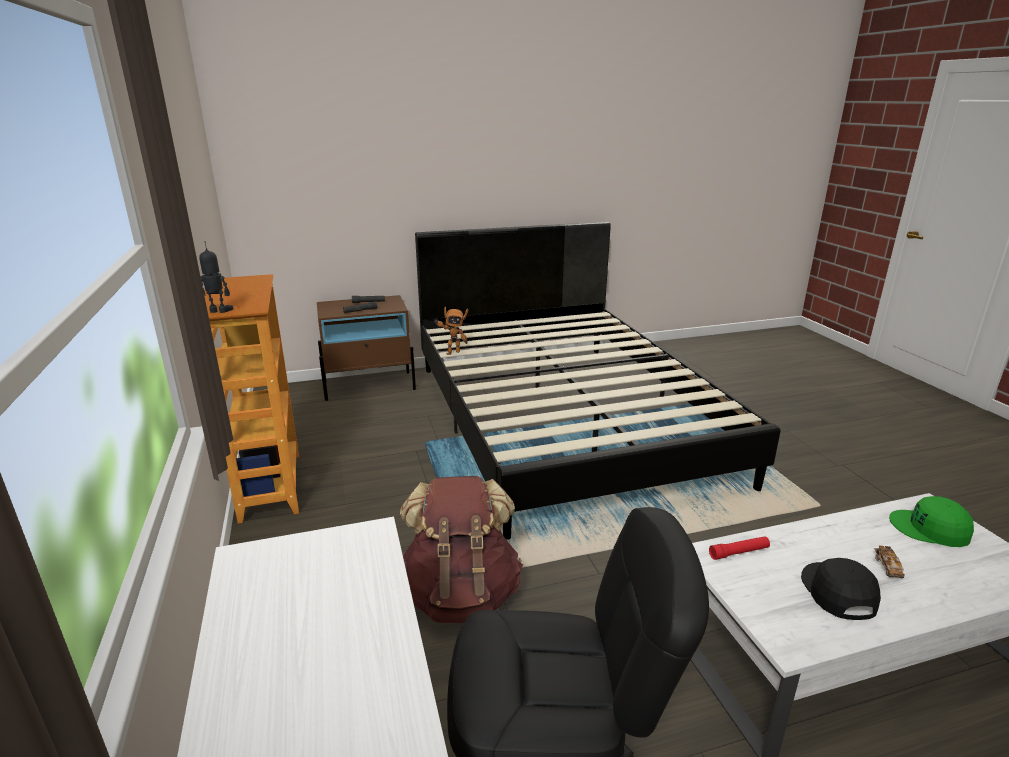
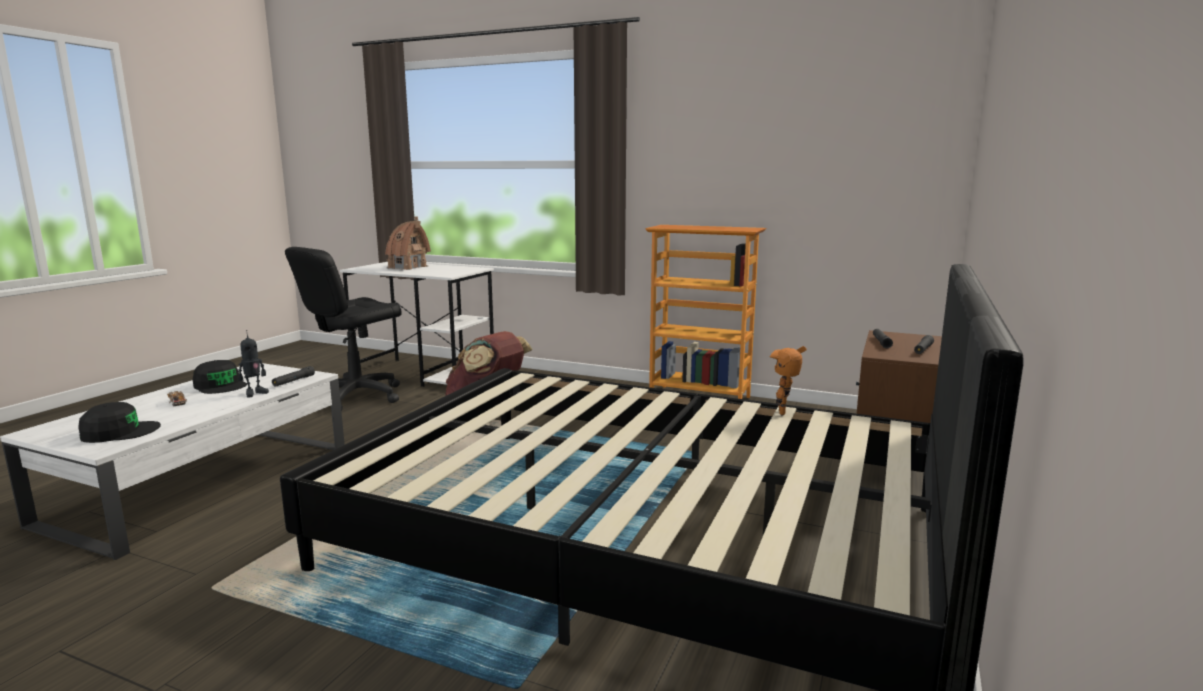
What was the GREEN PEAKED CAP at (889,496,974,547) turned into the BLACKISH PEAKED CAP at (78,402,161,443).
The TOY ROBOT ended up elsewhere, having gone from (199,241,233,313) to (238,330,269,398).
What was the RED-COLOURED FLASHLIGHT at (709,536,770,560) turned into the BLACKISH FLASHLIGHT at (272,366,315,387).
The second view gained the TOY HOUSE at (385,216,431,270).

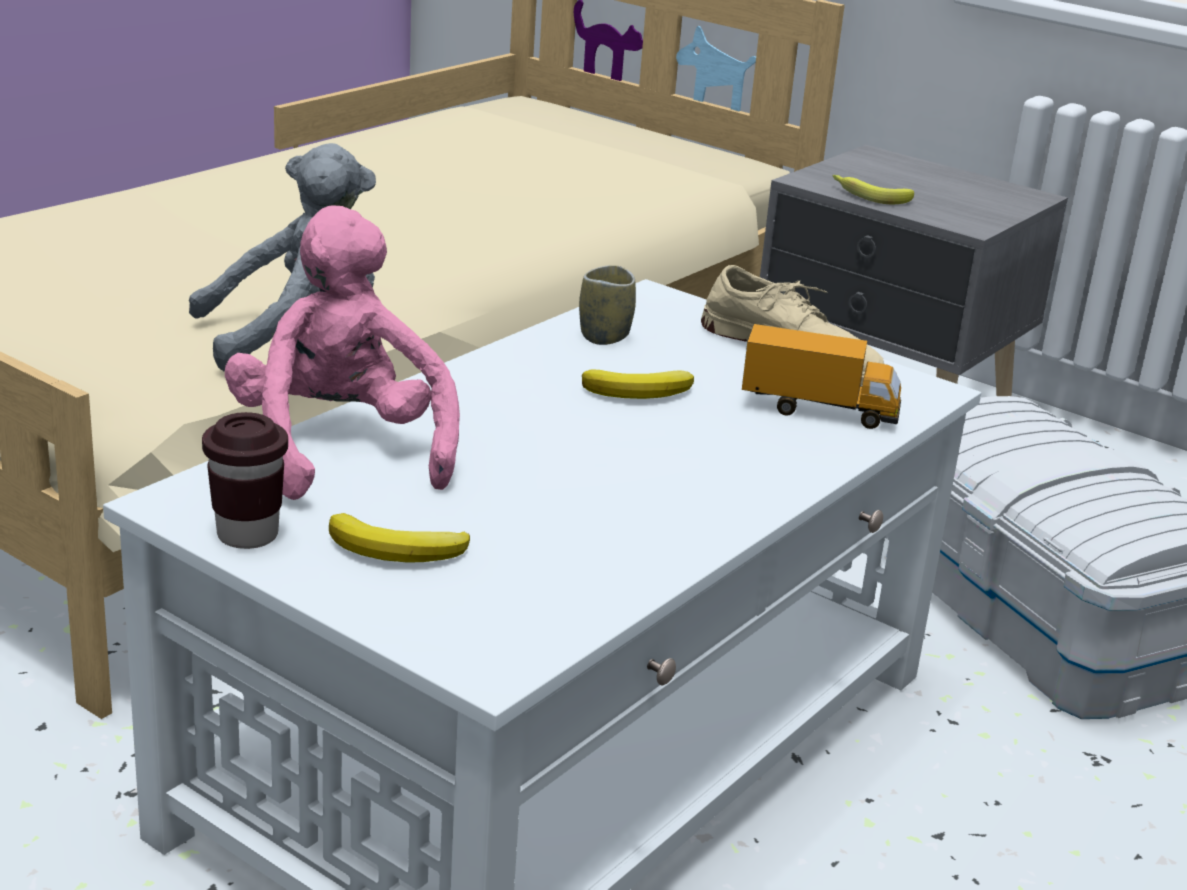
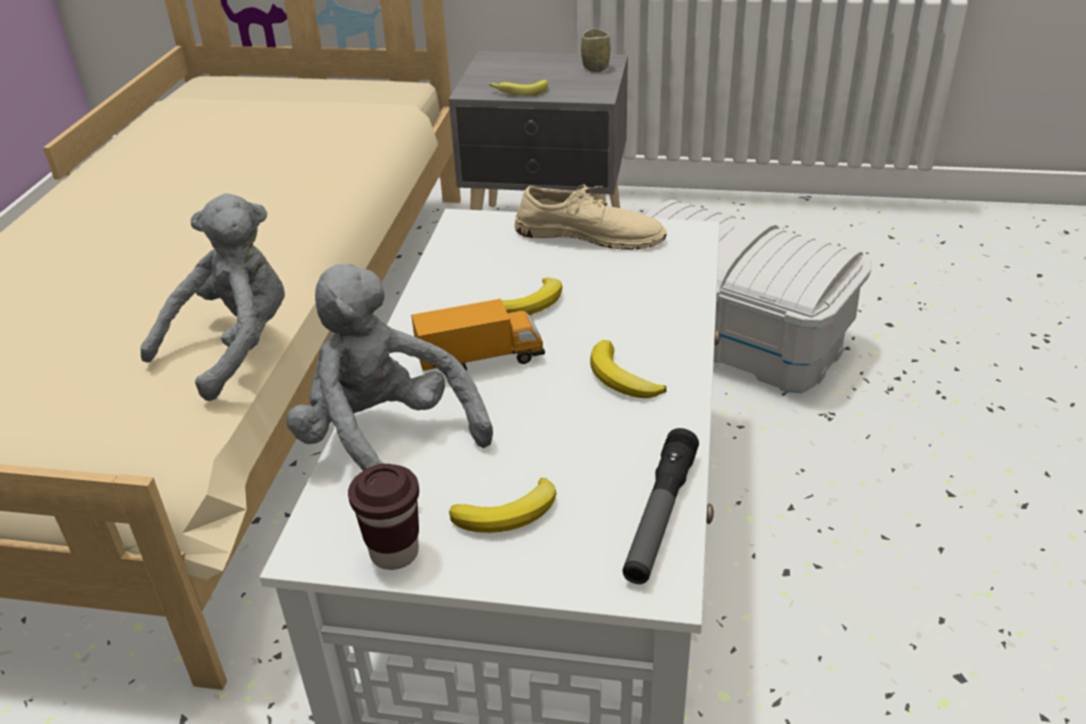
What was the PINK-COLOURED CUDDLY TOY at (225,205,460,500) turned into the GREY CUDDLY TOY at (286,264,493,471).
The MODEL TRUCK ended up elsewhere, having gone from (742,324,901,429) to (411,299,545,371).
The SMALL CUP ended up elsewhere, having gone from (579,265,636,345) to (581,29,610,72).
The second view gained the BANANA FRUIT at (590,340,666,398).
The second view gained the FLASHLIGHT at (622,428,699,584).

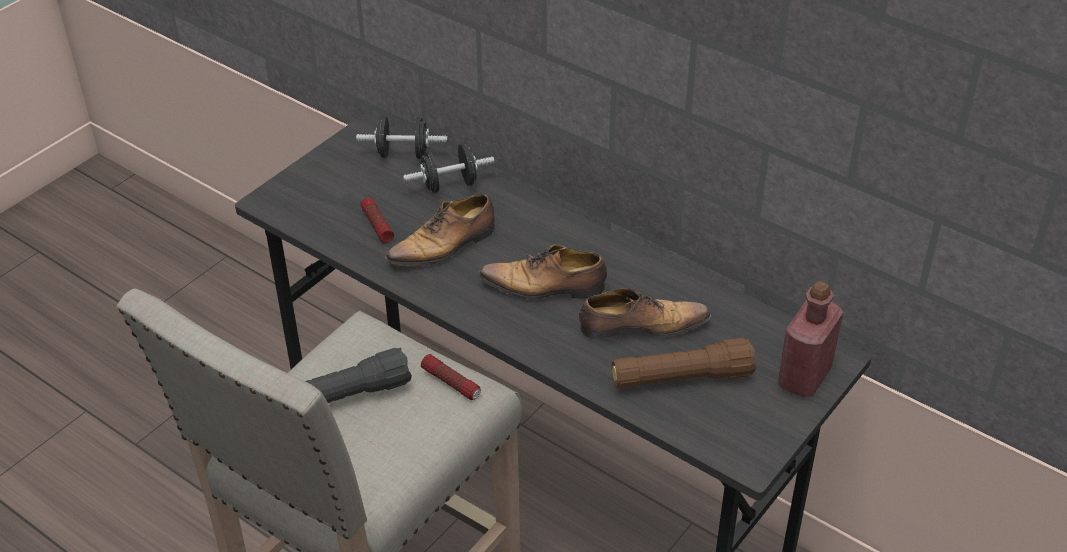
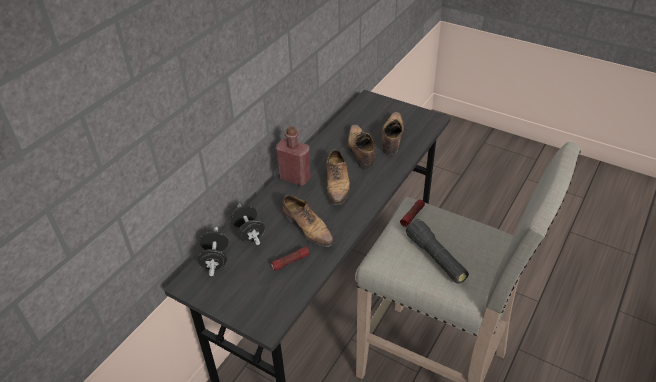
The RED-COLOURED BEVERAGE BOTTLE ended up elsewhere, having gone from (778,281,843,397) to (276,126,311,186).
Where the BROWN FLASHLIGHT stood at (612,338,756,388), the ITEM OF FOOTWEAR came to stand at (382,112,404,155).

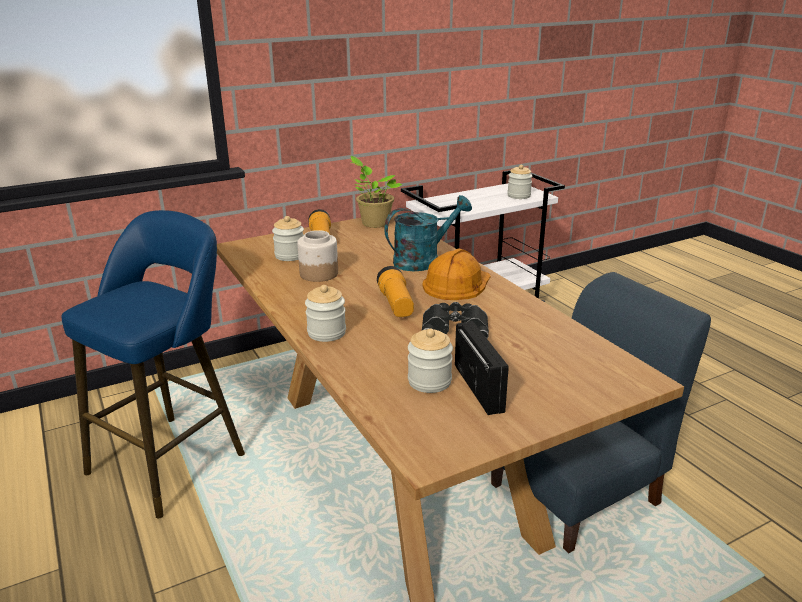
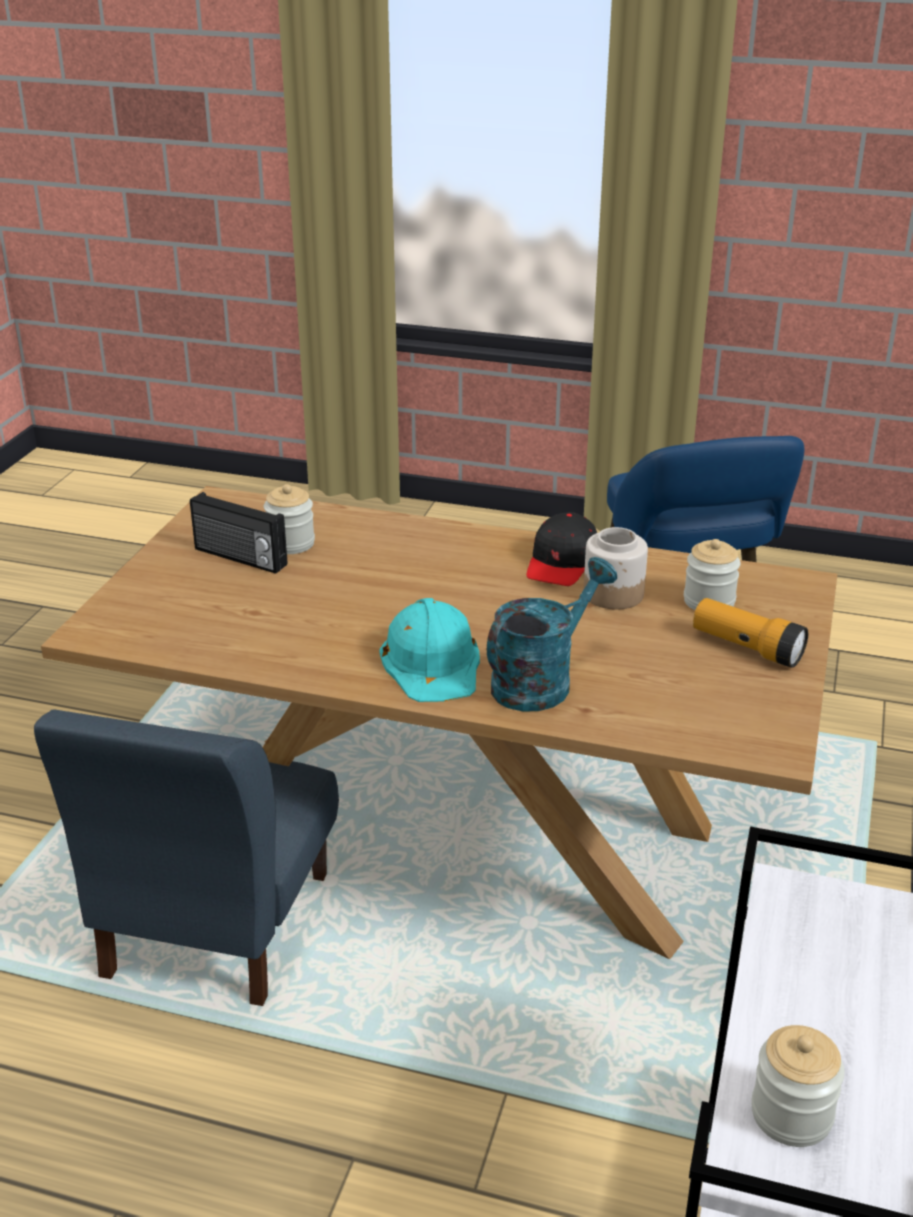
What was the ORANGE WORK HELMET at (422,249,491,300) turned into the BLUE-GREEN WORK HELMET at (379,598,480,702).
The BLUE-GREEN WATERING POT at (384,195,472,271) ended up facing another way, 150 degrees counterclockwise from before.
The second view gained the BLACKISH PEAKED CAP at (526,512,597,586).
The second view lost the PRESERVE JAR at (305,285,346,342).
The second view lost the POTTED PLANT at (350,156,403,228).
The second view lost the FLASHLIGHT at (377,266,414,317).
The second view lost the BLACKISH FIELD GLASSES at (422,302,489,338).

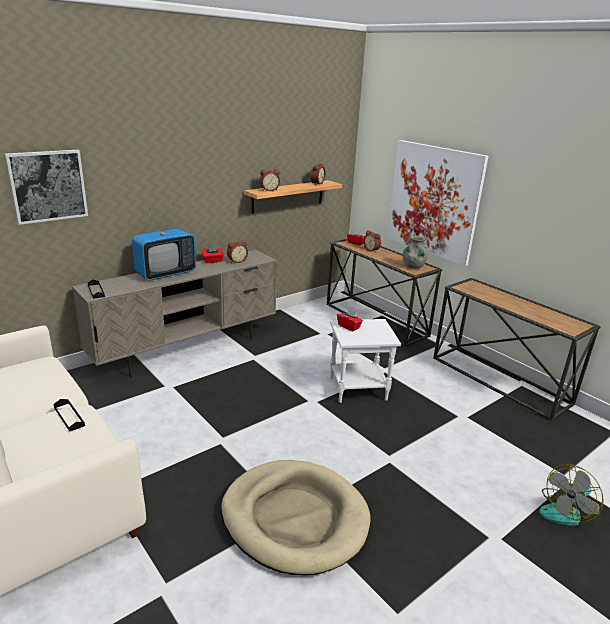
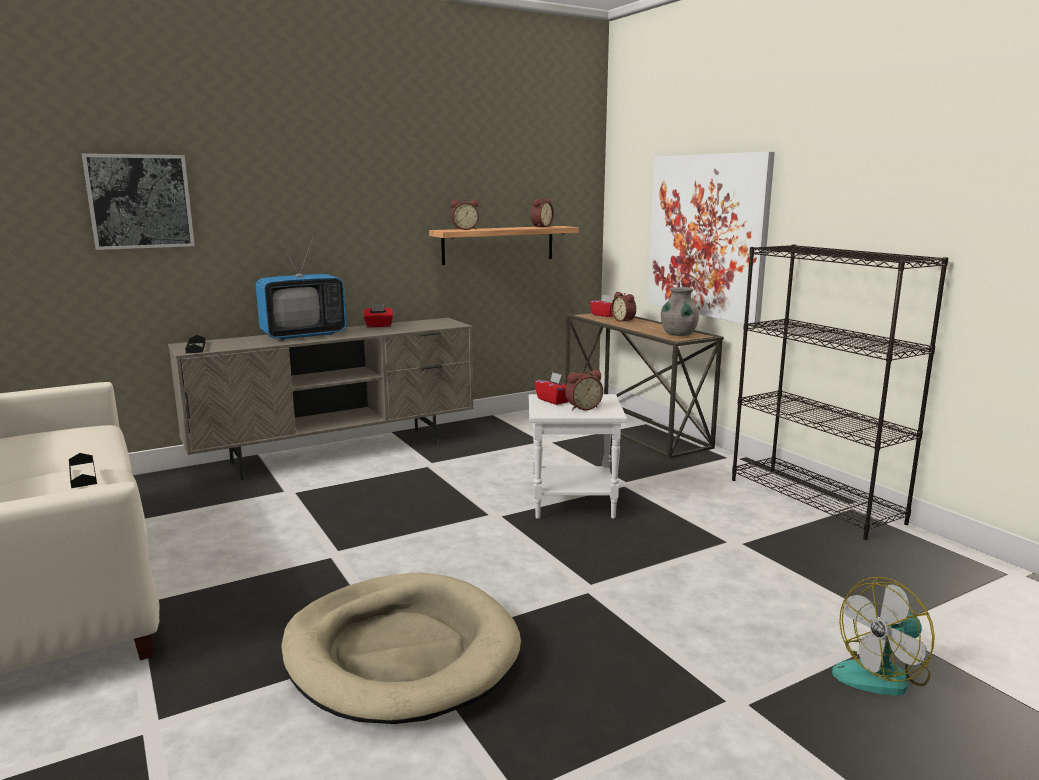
The ALARM CLOCK ended up elsewhere, having gone from (227,240,248,263) to (565,370,603,411).
Where the NARROW TABLE stood at (433,278,601,421), the BLACKISH BOOKCASE came to stand at (732,244,948,540).

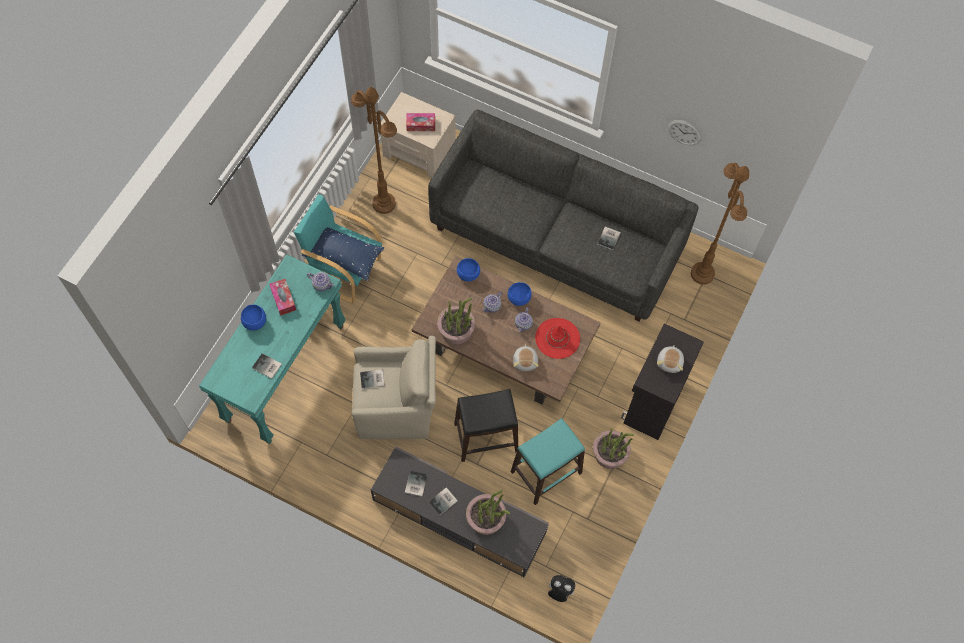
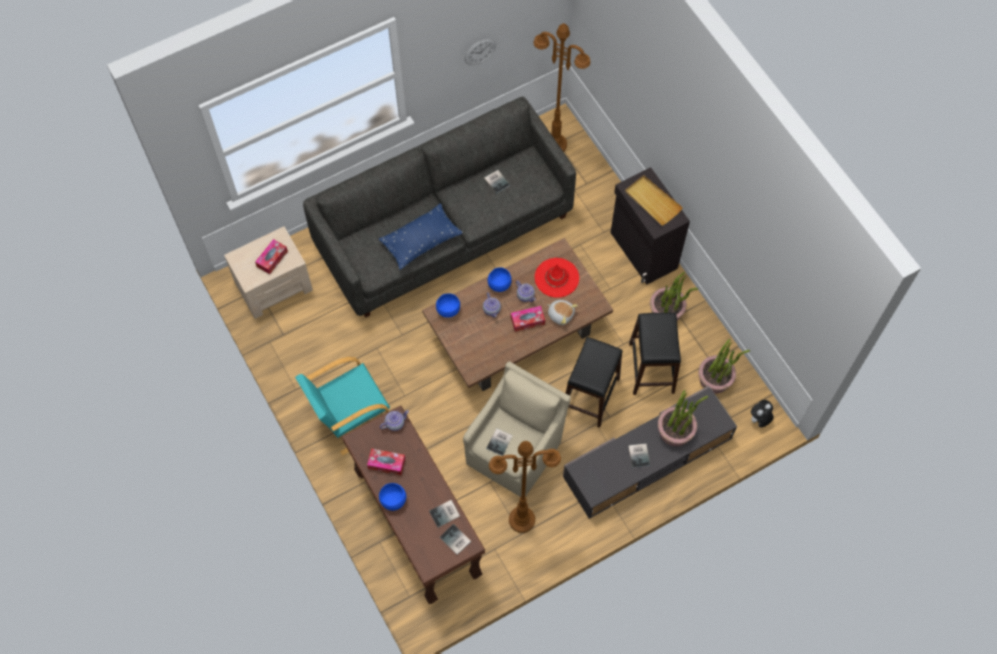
What was the BLUE-GREEN NARROW TABLE at (199,255,346,444) turned into the BROWN NARROW TABLE at (342,406,485,604).
The BLUE-COLOURED CUSHION ended up elsewhere, having gone from (302,227,384,281) to (379,203,463,270).
The BOUND BOOK ended up elsewhere, having gone from (405,471,428,497) to (440,524,471,555).
The BROWN STANDING LAMP ended up elsewhere, having gone from (351,87,397,214) to (489,441,561,533).
The second view gained the BOX OF TISSUES at (511,306,545,332).
Where the CUDDLY TOY stood at (657,345,684,373), the BEIGE CARRYING TRAY came to stand at (625,175,683,226).
What was the BLUE-GREEN SITTING STOOL at (511,418,585,505) turned into the BLACKISH SITTING STOOL at (629,313,681,395).
The POTTED PLANT ended up elsewhere, having gone from (437,298,475,345) to (698,339,750,394).

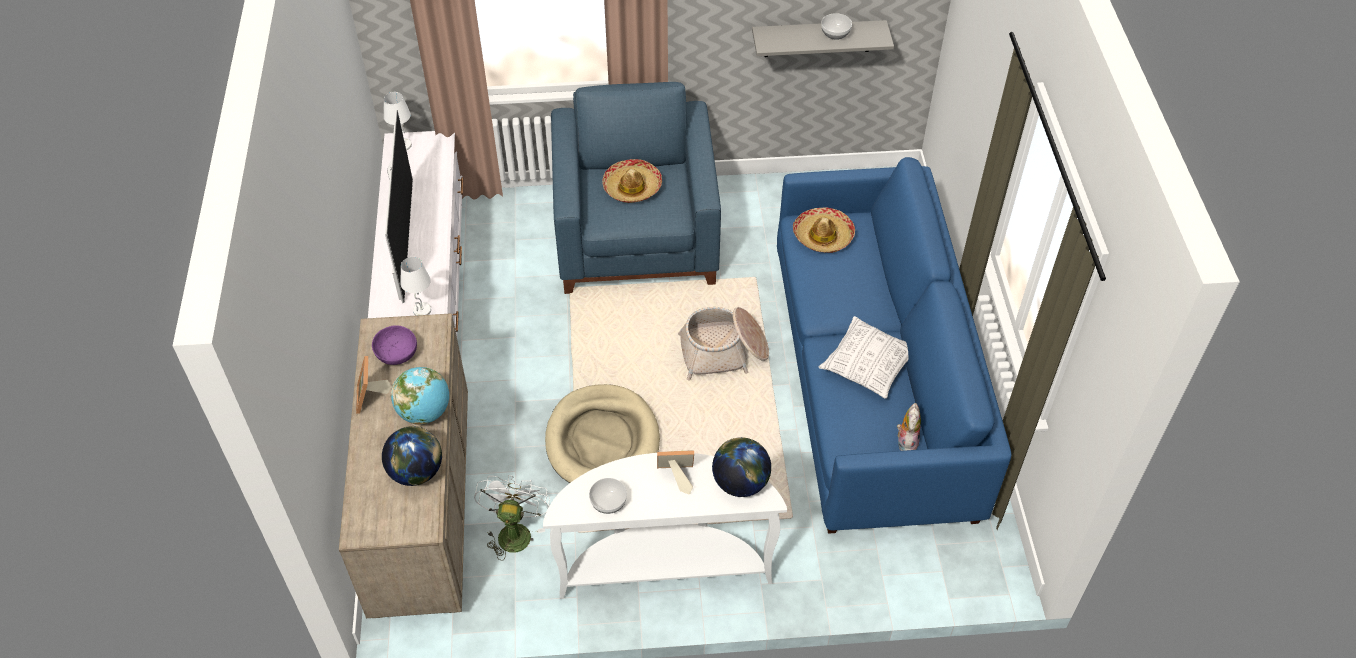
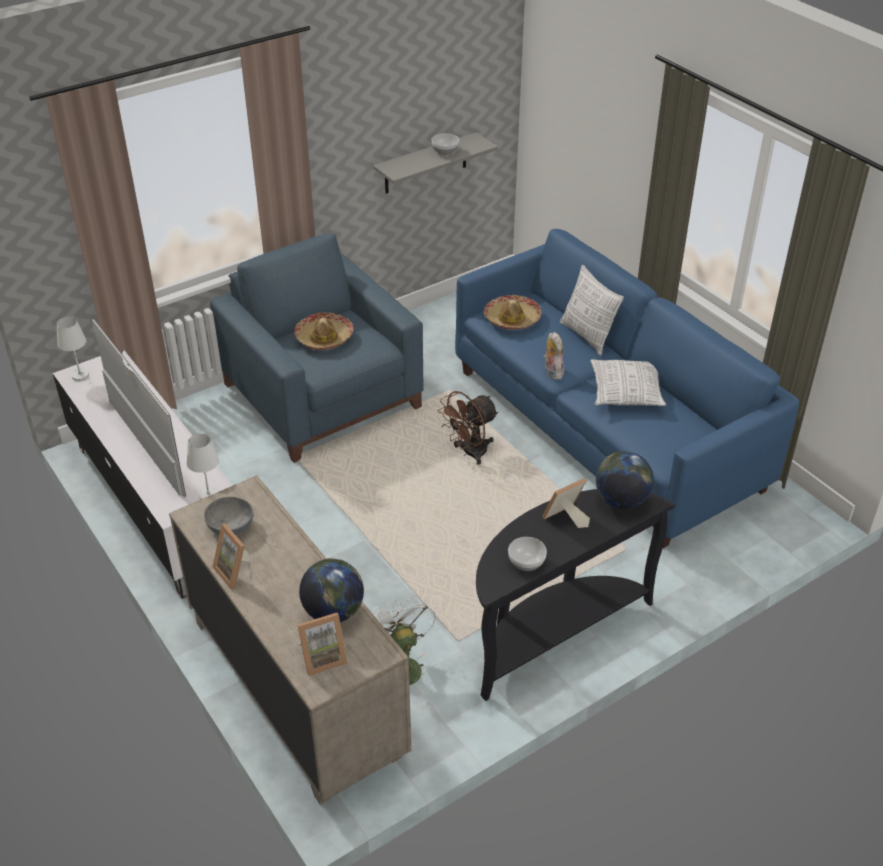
What was the PURPLISH BOWL at (372,325,417,365) turned into the GREY BOWL at (204,497,254,535).
The second view gained the PICTURE FRAME at (298,613,348,676).
Where the BASKET stood at (678,307,769,381), the BROWN ELECTRIC FAN came to stand at (437,391,499,465).
What was the WHITE-COLOURED NARROW TABLE at (543,453,787,599) turned into the BLACKISH NARROW TABLE at (476,489,675,701).
The CUDDLY TOY ended up elsewhere, having gone from (897,403,921,451) to (544,332,564,380).
The second view gained the CUSHION at (560,265,624,356).
The second view lost the GLOBE at (391,367,449,425).
The second view lost the BEIGE DOG CUSHION at (545,384,660,483).

